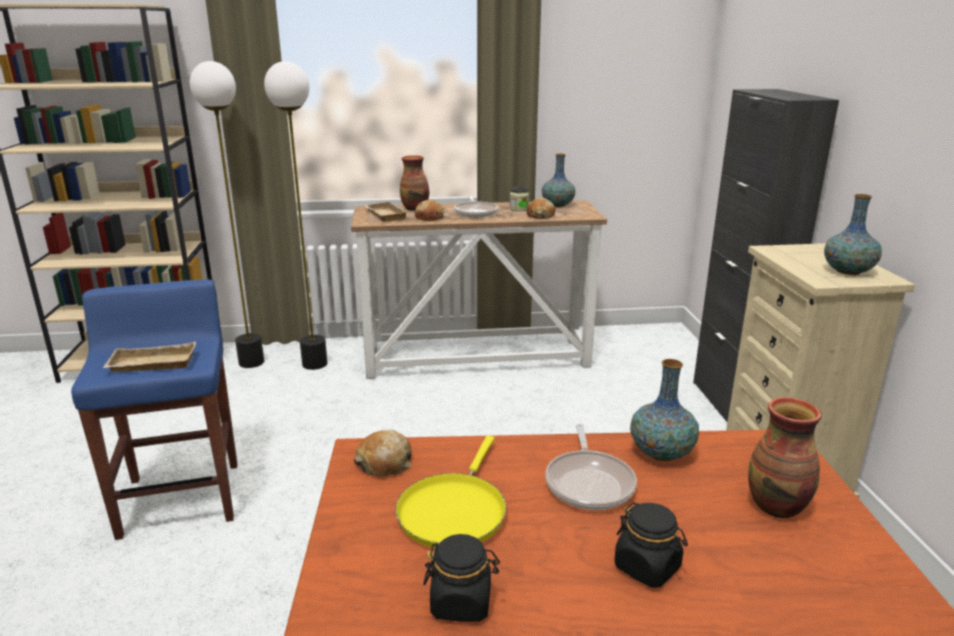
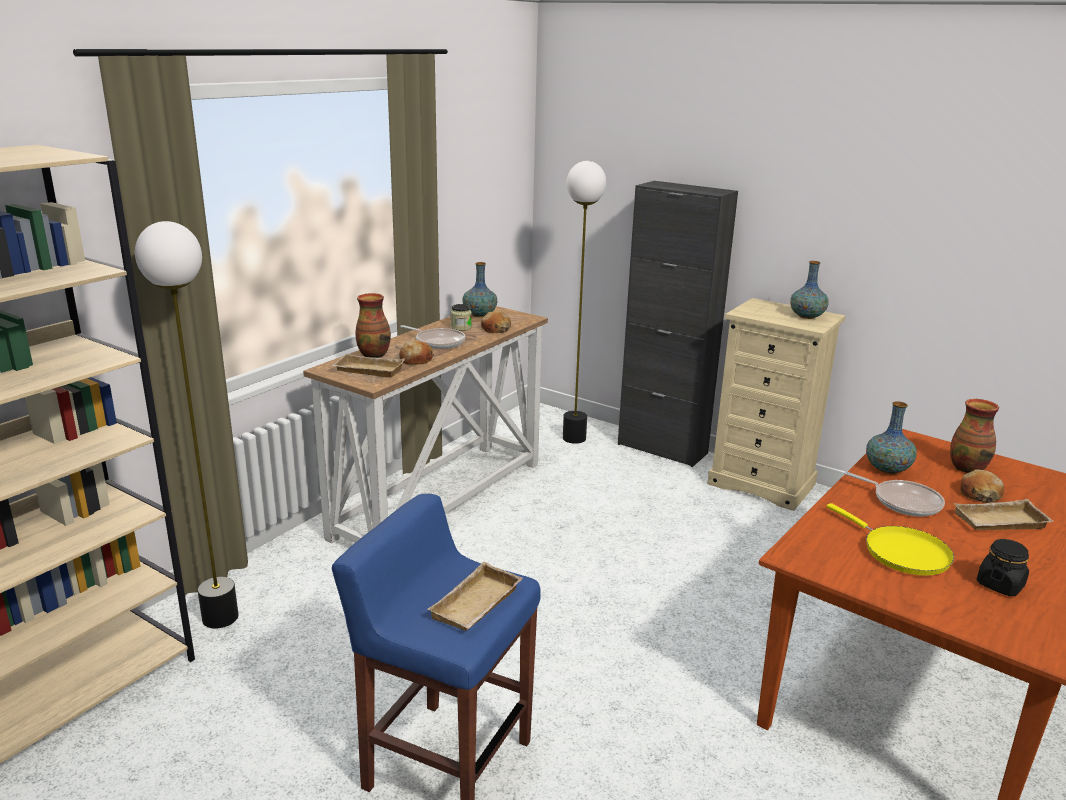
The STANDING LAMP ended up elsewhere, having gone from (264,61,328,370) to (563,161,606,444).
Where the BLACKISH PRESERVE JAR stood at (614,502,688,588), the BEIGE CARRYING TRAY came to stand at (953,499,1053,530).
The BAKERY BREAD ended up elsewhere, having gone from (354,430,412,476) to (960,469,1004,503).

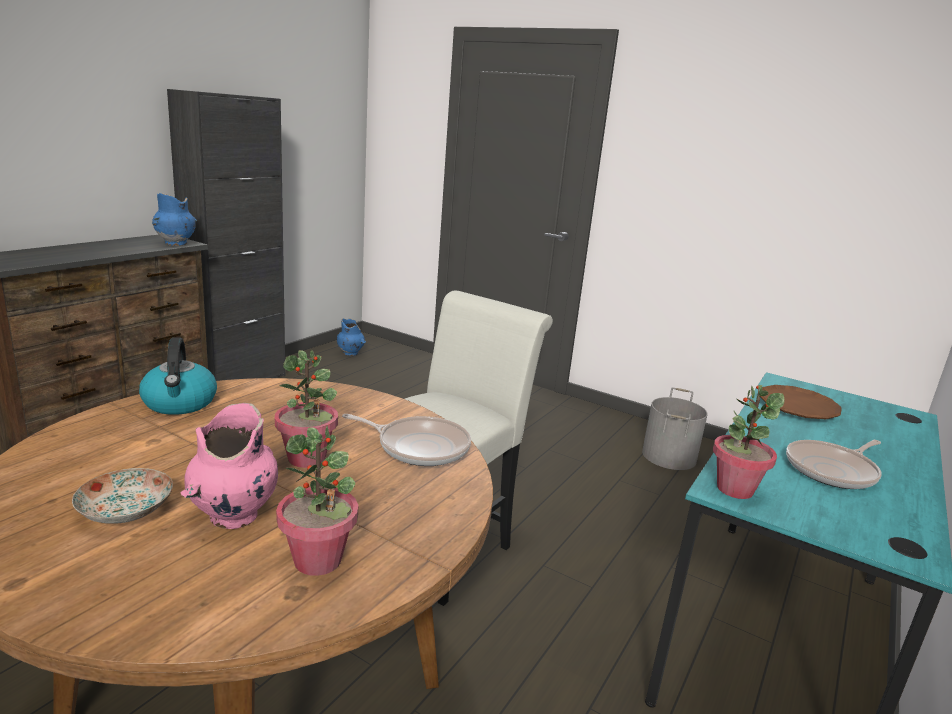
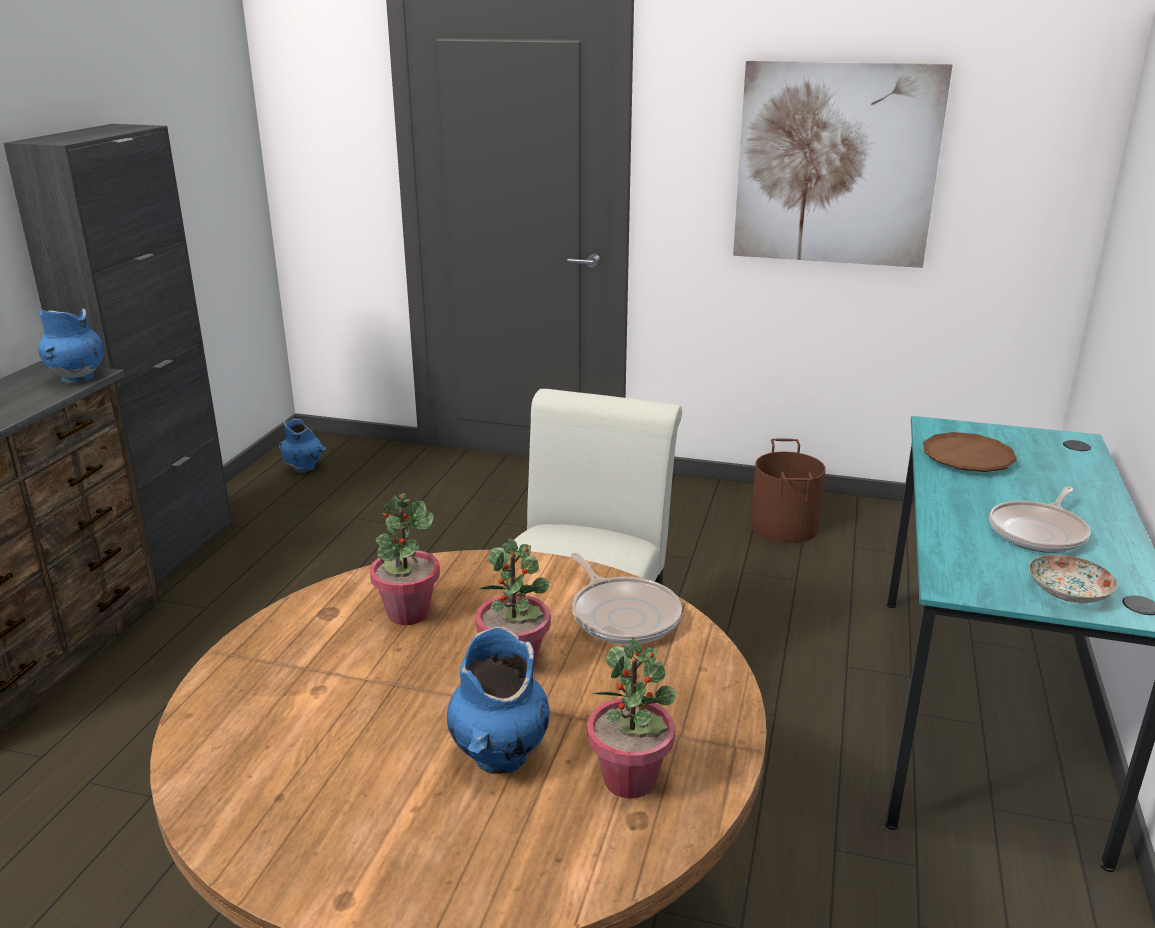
The POTTED PLANT ended up elsewhere, having gone from (713,385,785,499) to (370,493,440,625).
What was the PINK-COLOURED DECORATIVE VASE at (181,403,278,529) turned into the BLUE-COLOURED DECORATIVE VASE at (447,627,549,774).
The FRYING PAN at (342,414,471,466) ended up facing another way, 60 degrees clockwise from before.
The second view gained the PICTURE at (733,60,952,268).
What was the GREY PAIL at (642,387,708,470) turned into the BROWN PAIL at (750,438,826,543).
The PLATE ended up elsewhere, having gone from (72,468,173,524) to (1029,555,1117,603).
The second view lost the KETTLE at (139,337,217,415).

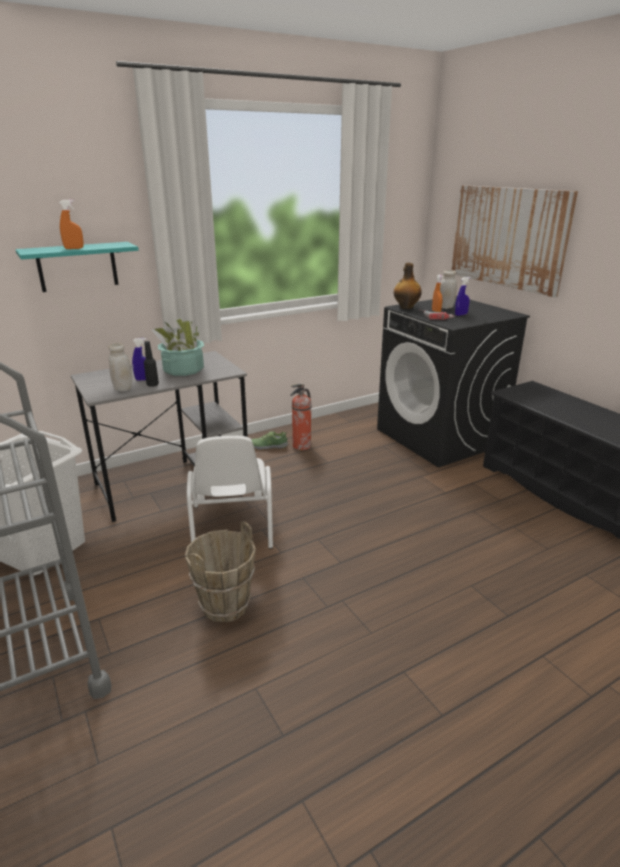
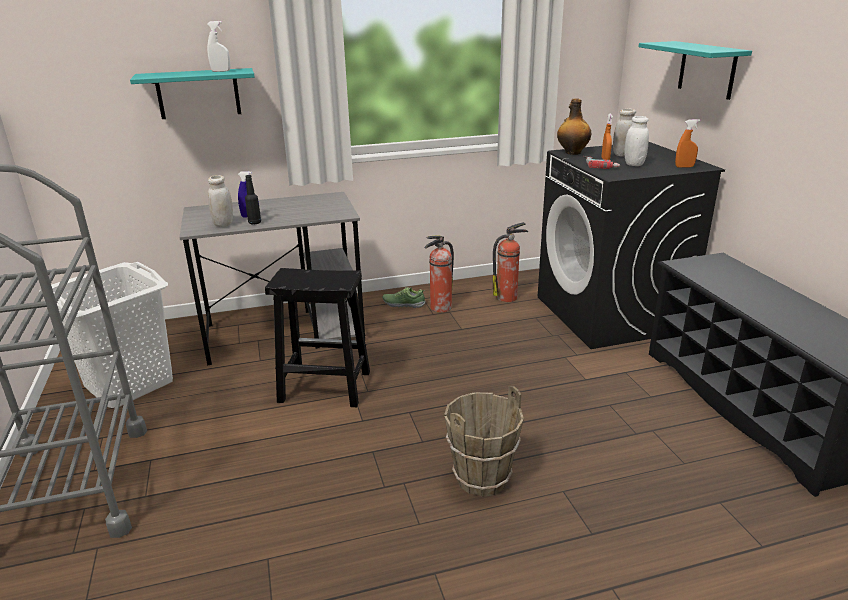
The second view gained the WHITE-COLOURED SPRAY BOTTLE at (207,21,230,72).
Where the WHITE-COLOURED UPRIGHT CHAIR stood at (187,436,273,549), the BLACKISH SITTING STOOL came to stand at (265,268,370,407).
The BROWN PAIL ended up elsewhere, having gone from (185,522,256,623) to (444,386,524,497).
The second view gained the EXTINGUISHER at (493,222,528,302).
Where the BLUE-COLOURED SPRAY BOTTLE stood at (455,277,471,316), the WHITE-COLOURED PRESERVE JAR came to stand at (624,116,649,166).
Where the PICTURE hung at (451,185,578,297), the BLUE-GREEN BRACKET SHELF came to hang at (639,41,752,100).
The ORANGE SPRAY BOTTLE ended up elsewhere, having gone from (59,200,84,249) to (675,119,700,168).
The second view lost the POTTED PLANT at (151,318,204,376).

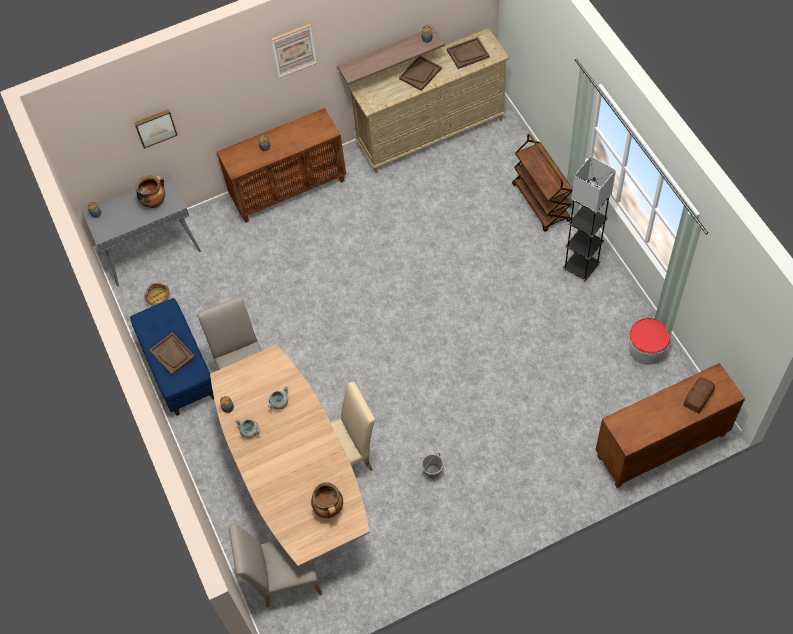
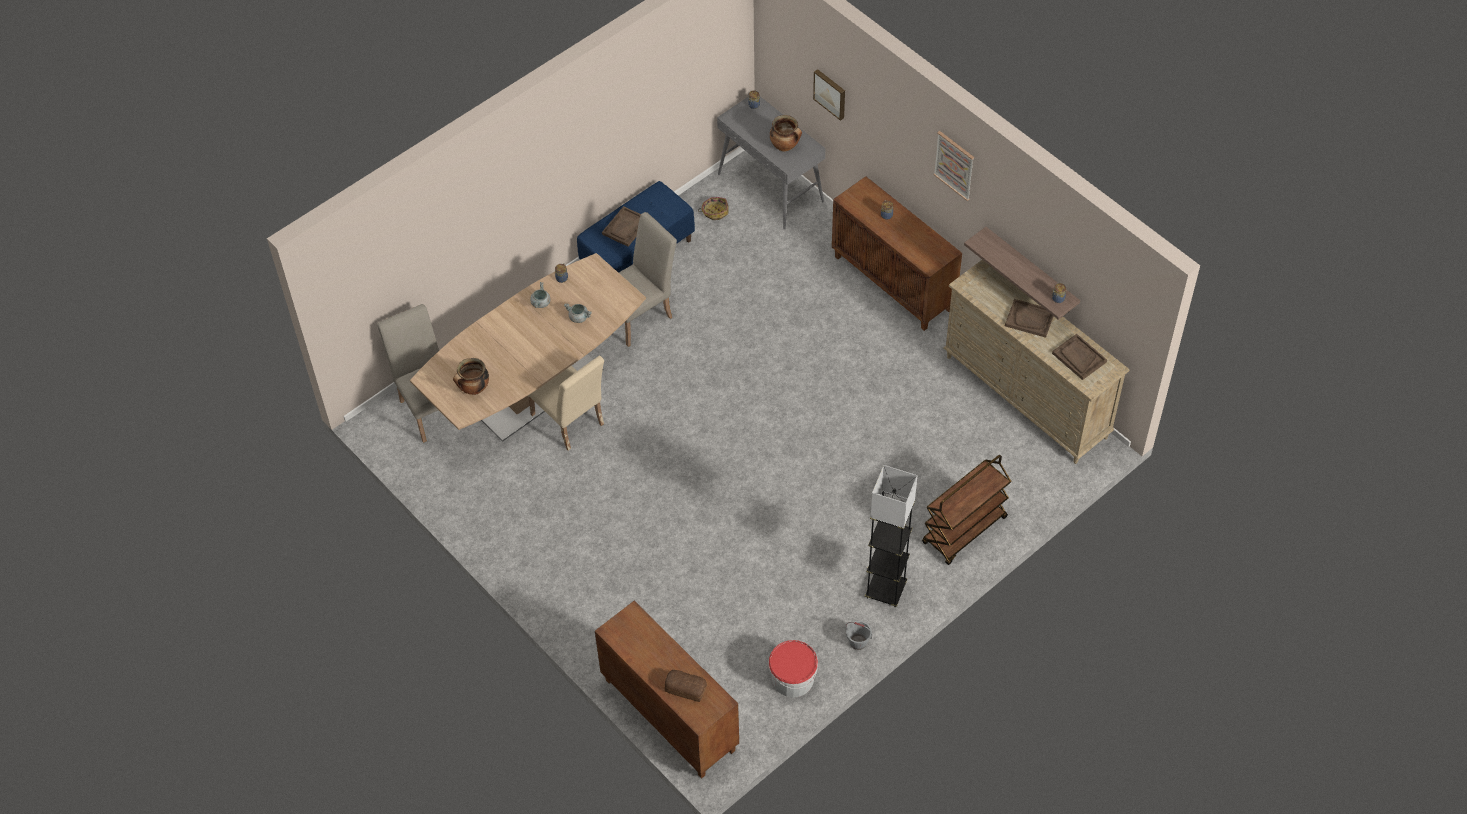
The GREY PAIL ended up elsewhere, having gone from (421,453,444,478) to (846,621,872,650).

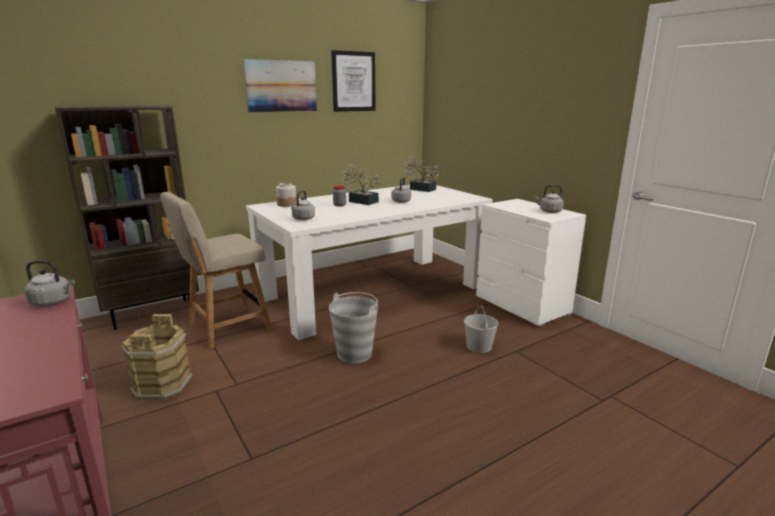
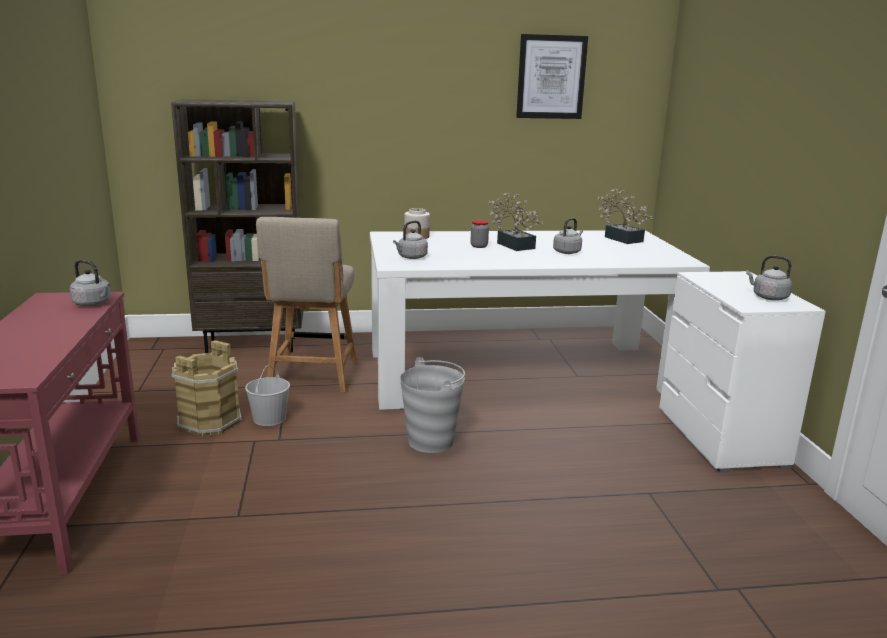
The WHITE-COLOURED PAIL ended up elsewhere, having gone from (464,306,498,353) to (245,365,290,426).
The BEIGE UPRIGHT CHAIR at (160,192,272,349) ended up facing another way, 75 degrees counterclockwise from before.
The second view lost the PICTURE at (244,59,317,112).

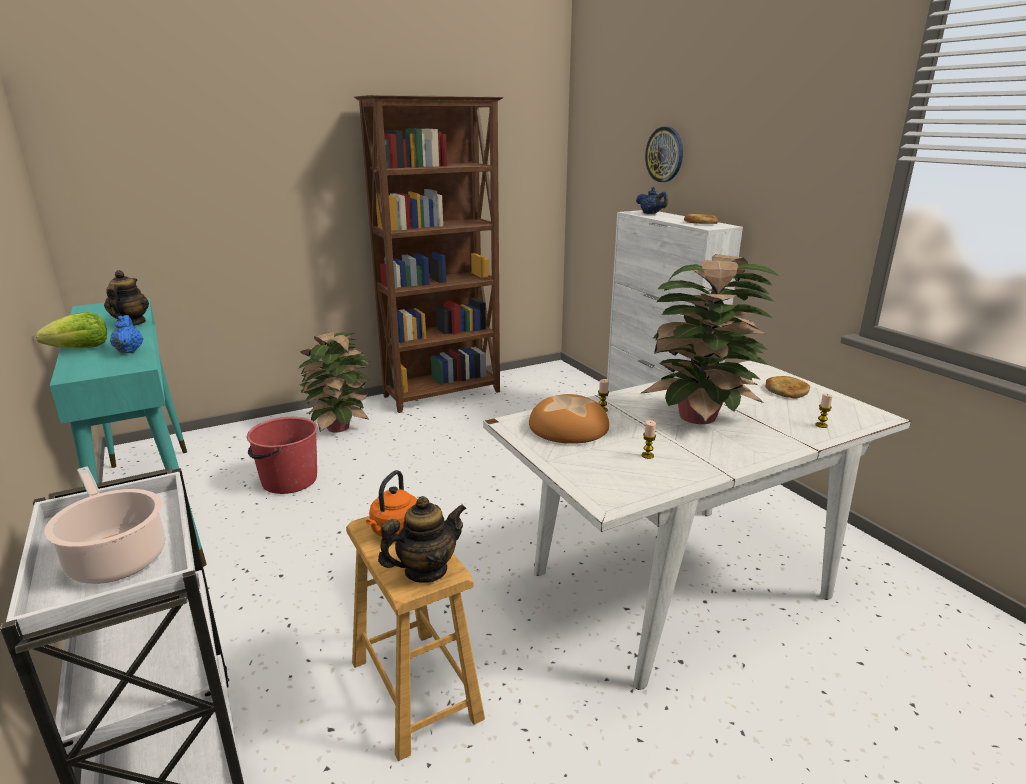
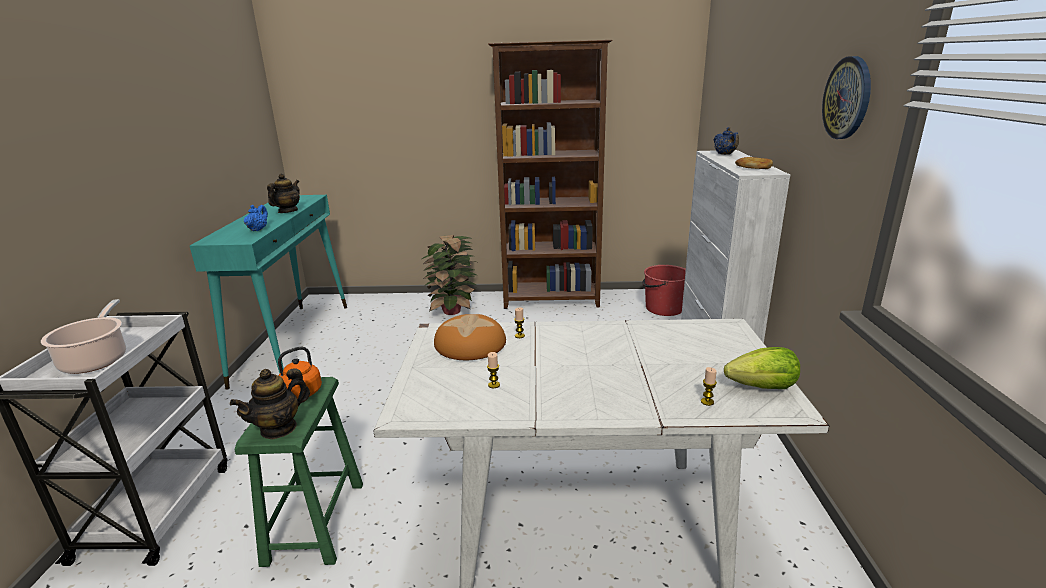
The TEAPOT at (378,496,467,583) ended up facing another way, 135 degrees clockwise from before.
What was the BROWN SITTING STOOL at (346,516,485,761) turned into the GREEN SITTING STOOL at (234,377,363,567).
The RED-COLOURED PAIL ended up elsewhere, having gone from (247,417,317,494) to (642,265,686,316).
The HEAD OF LETTUCE ended up elsewhere, having gone from (36,312,107,348) to (724,347,800,389).
The CLOCK ON THE WALL ended up elsewhere, having gone from (645,127,683,182) to (822,56,871,139).
The second view lost the POTTED PLANT at (641,254,779,424).
The second view lost the BAKERY BREAD at (765,376,810,399).

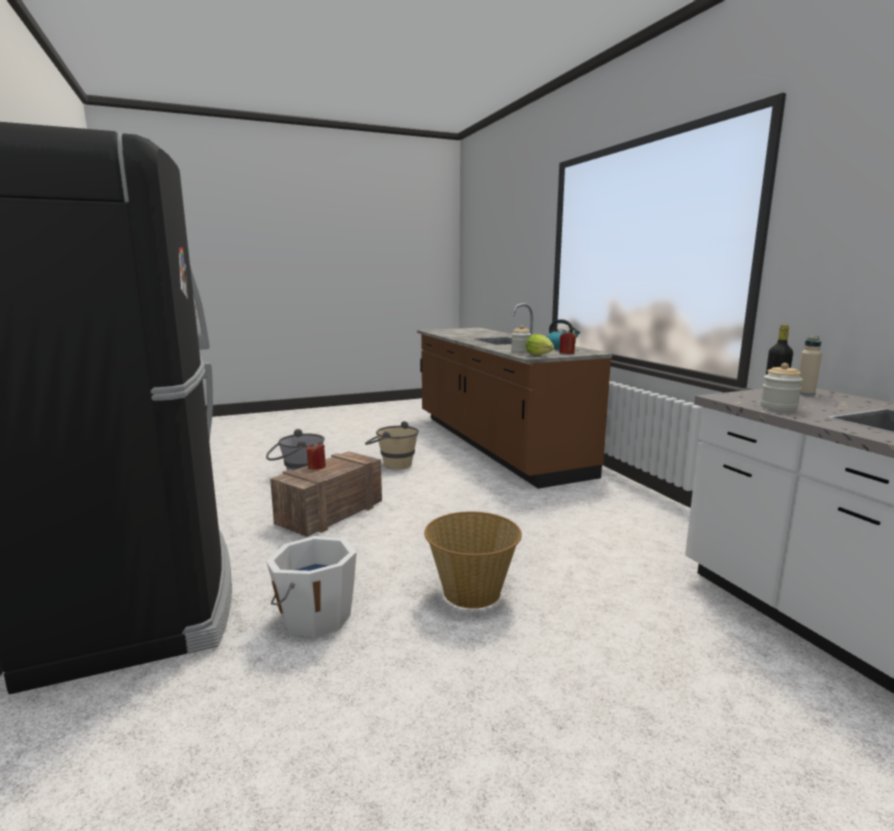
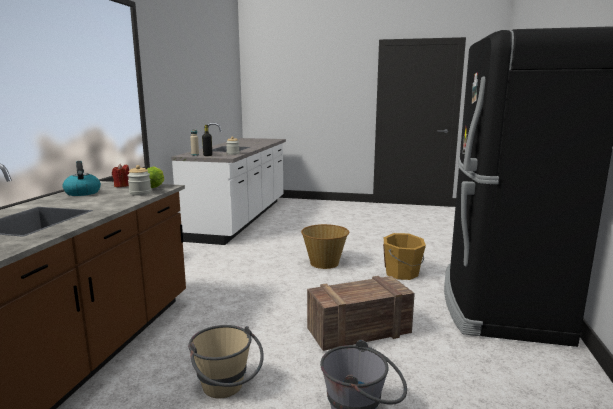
What was the WHITE-COLOURED PAIL at (266,536,357,637) turned into the ORANGE PAIL at (383,233,426,280).
The second view lost the RED-COLOURED WAX LIGHT at (307,442,326,470).

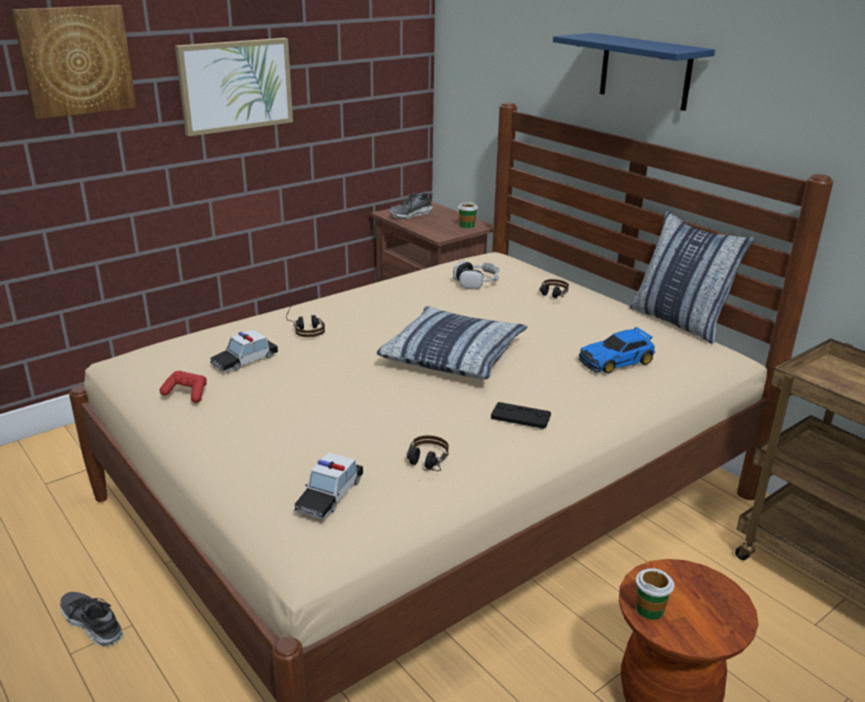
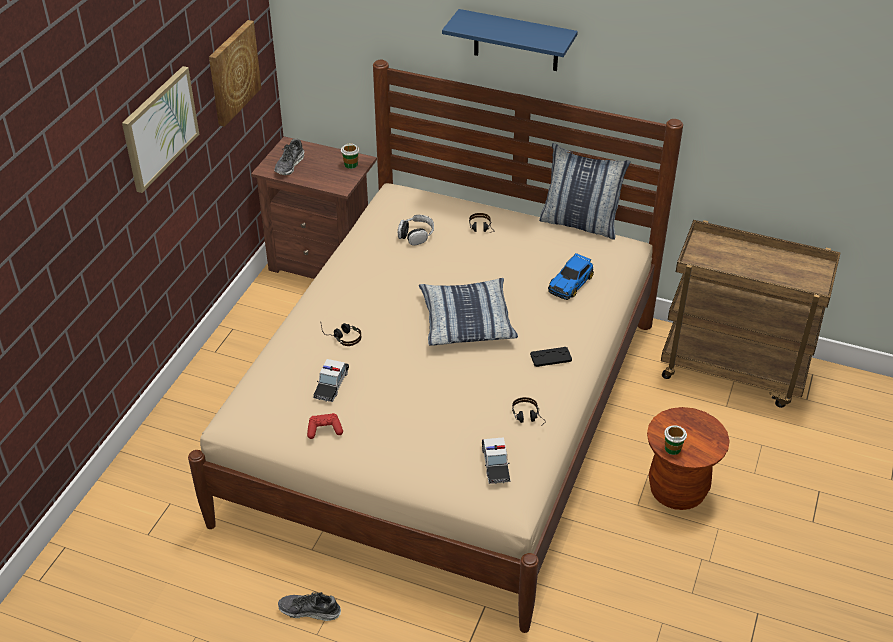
The PICTURE ended up elsewhere, having gone from (11,5,137,120) to (209,20,261,127).

